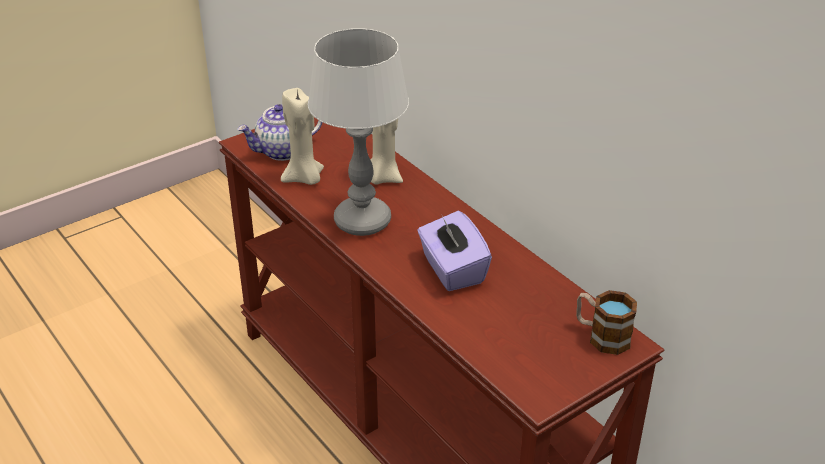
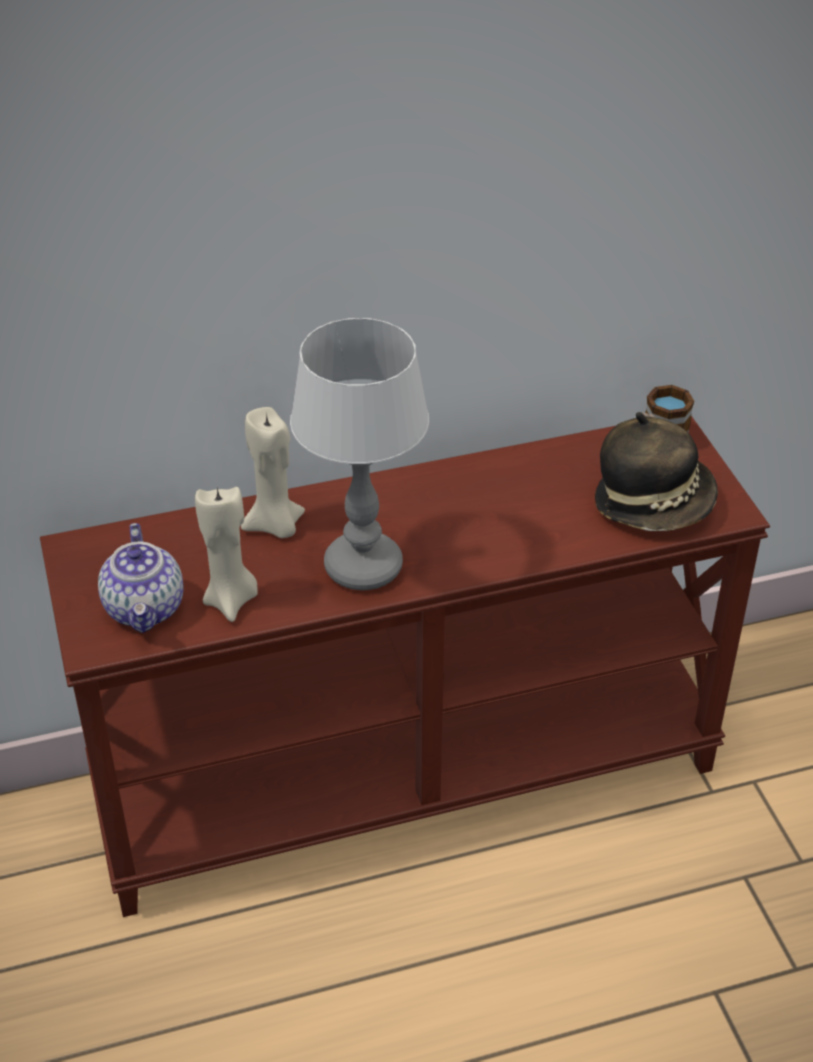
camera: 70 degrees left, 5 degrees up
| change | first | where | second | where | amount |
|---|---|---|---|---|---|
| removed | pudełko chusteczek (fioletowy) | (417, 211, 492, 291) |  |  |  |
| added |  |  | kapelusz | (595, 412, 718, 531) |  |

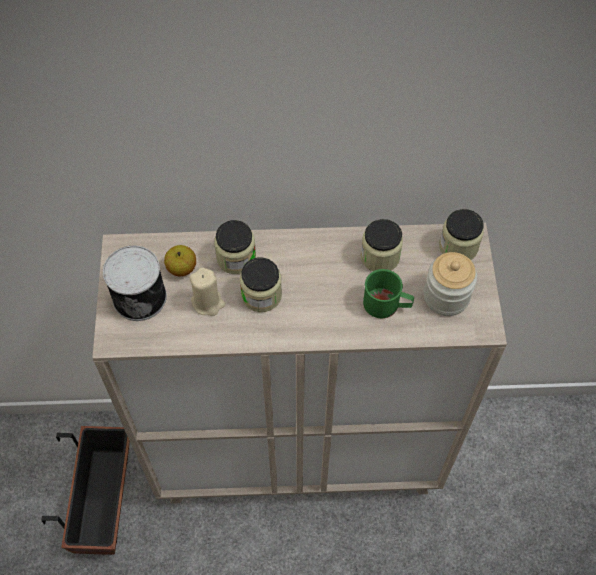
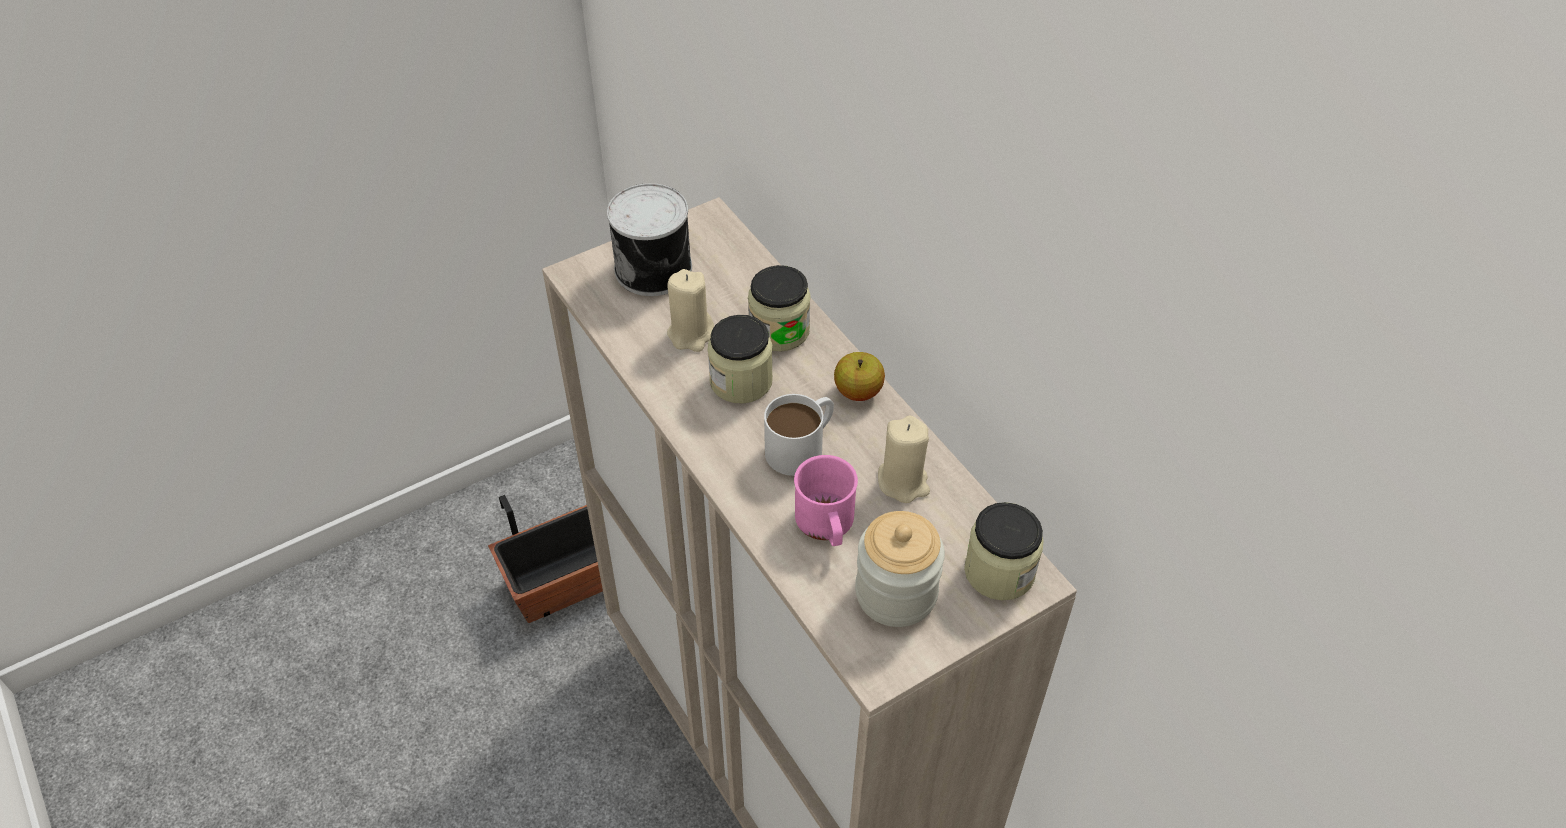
camera: 60 degrees right, 10 degrees down
| change | first | where | second | where | amount |
|---|---|---|---|---|---|
| moved | jabłko | (164, 245, 196, 276) |  | (834, 352, 885, 401) |  |
| replaced | słoik | (360, 219, 403, 271) | świeca (beżowy) | (878, 416, 930, 503) |  |
| recoloured | kubek (zielony) | (363, 269, 414, 318) | kubek (różowy) | (794, 455, 858, 546) |  |
| added |  |  | kubek (biały) | (764, 394, 834, 476) |  |

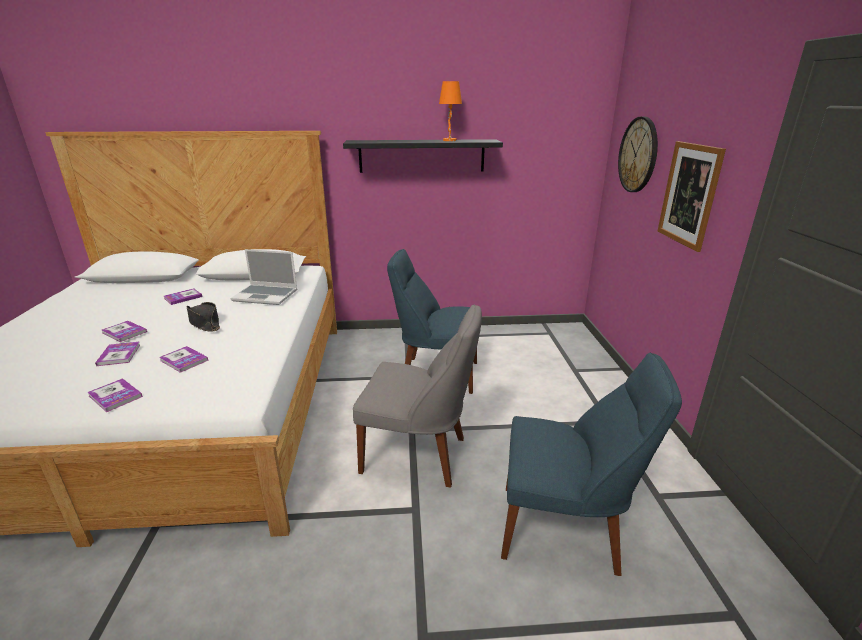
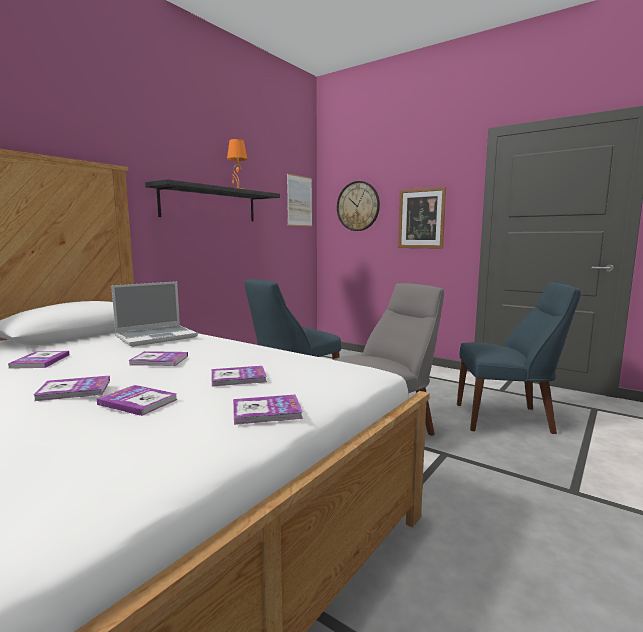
camera: 50 degrees left, 15 degrees down
| change | first | where | second | where | amount |
|---|---|---|---|---|---|
| replaced | kapelusz (czarny) | (186, 302, 220, 332) | książka | (128, 351, 188, 366) |  |
| turned | krzesło (niebieski) | (501, 353, 682, 576) |  | (457, 282, 581, 434) | 45 degrees clockwise |
| added |  |  | obraz | (287, 173, 312, 226) |  |

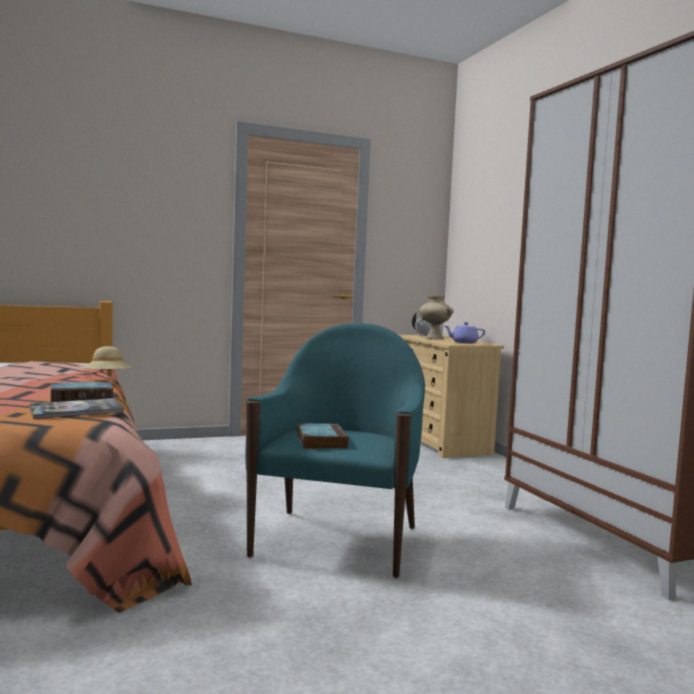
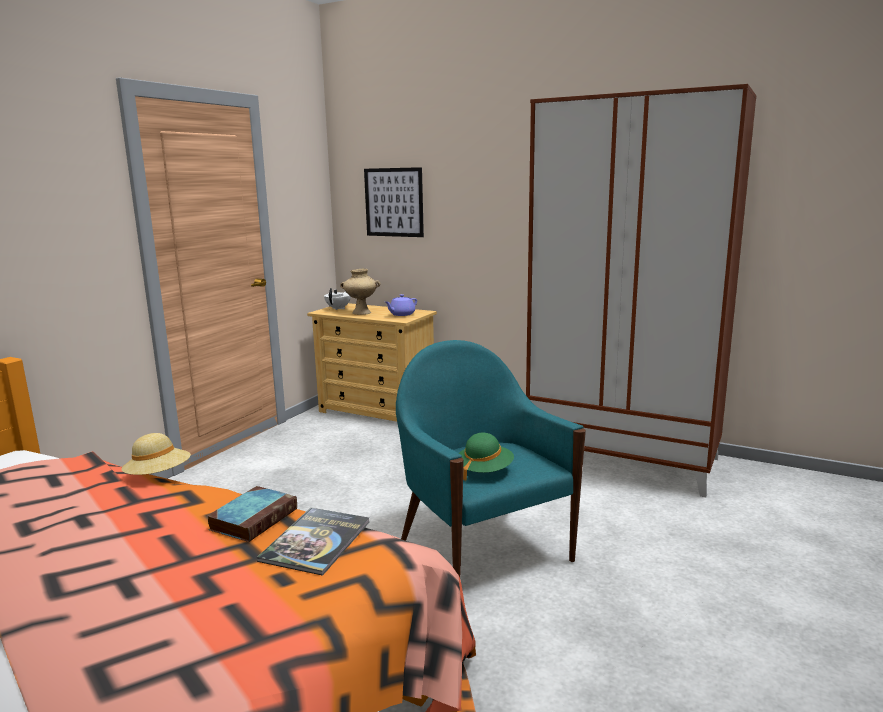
camera: 40 degrees left, 10 degrees up
| change | first | where | second | where | amount |
|---|---|---|---|---|---|
| replaced | książka | (297, 423, 349, 449) | kapelusz (zielony) | (459, 433, 514, 481) |  |
| added |  |  | obraz | (364, 167, 424, 237) |  |

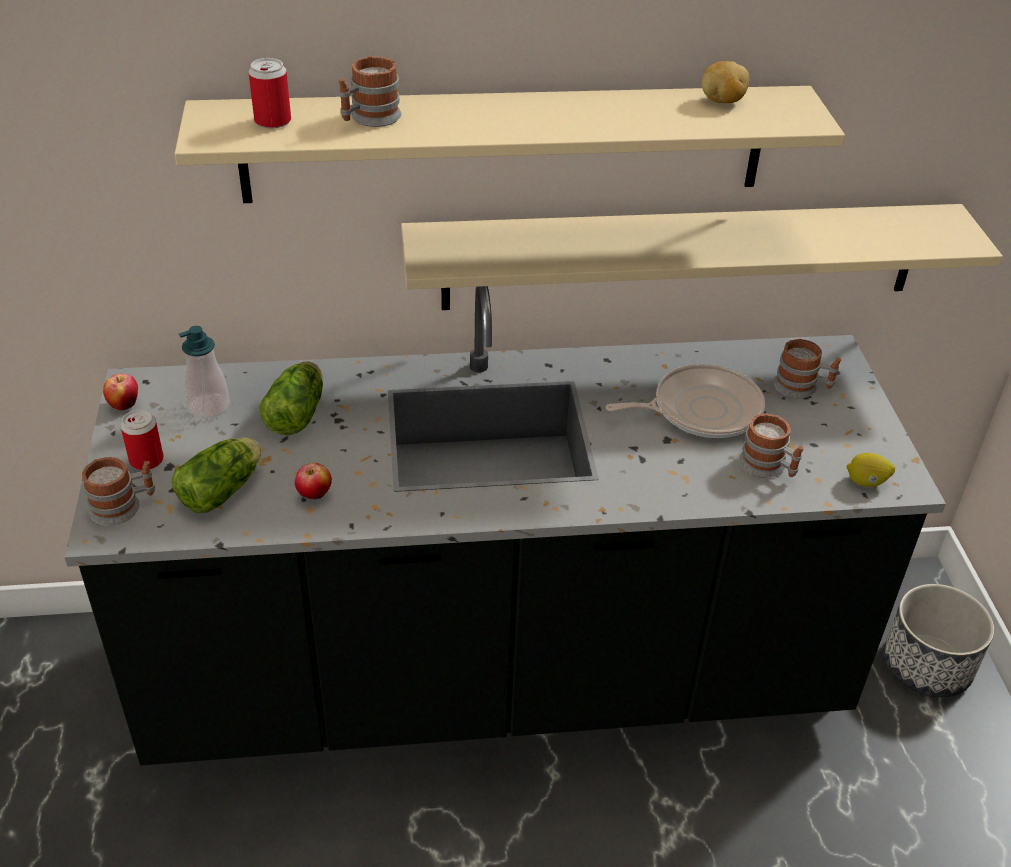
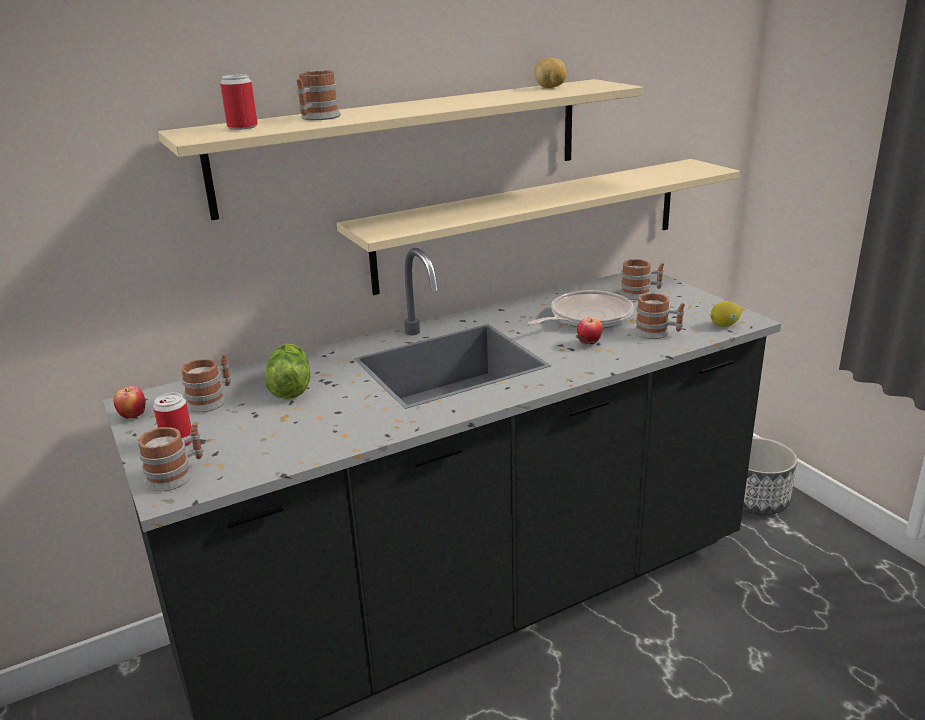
camera: 20 degrees left, 15 degrees down
| change | first | where | second | where | amount |
|---|---|---|---|---|---|
| removed | sałata | (172, 437, 261, 513) |  |  |  |
| replaced | dozownik mydła | (179, 326, 230, 419) | kubek | (181, 354, 231, 412) |  |
| moved | jabłko | (295, 463, 332, 500) |  | (577, 317, 603, 345) |  |

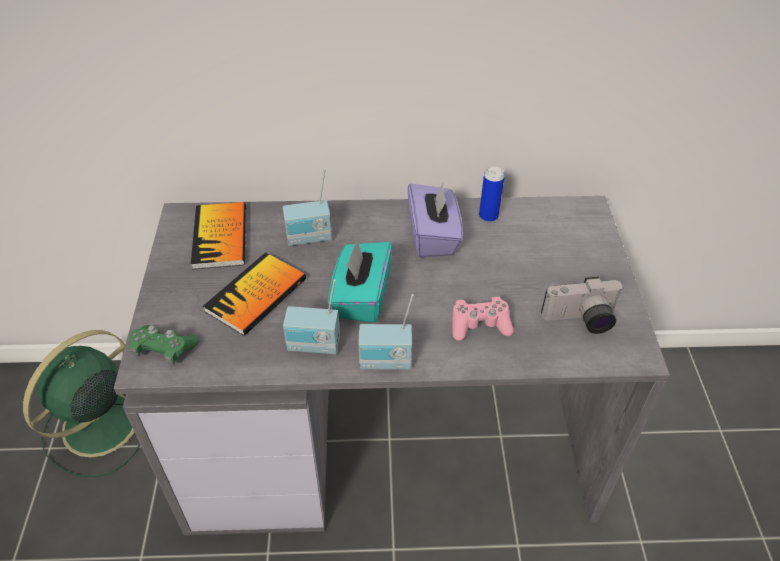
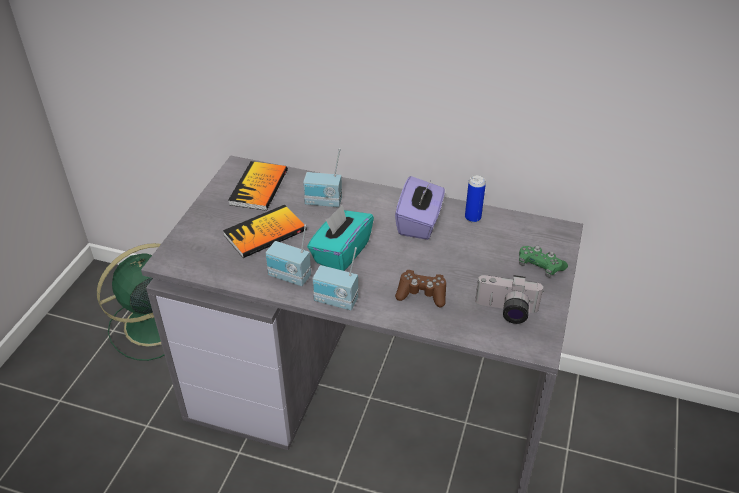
camera: 20 degrees right, 5 degrees down
| change | first | where | second | where | amount |
|---|---|---|---|---|---|
| moved | pad do gier (zielony) | (129, 325, 199, 365) |  | (519, 246, 568, 278) |  |
| recoloured | pad do gier (różowy) | (452, 297, 514, 341) | pad do gier (brązowy) | (395, 270, 446, 307) |  |

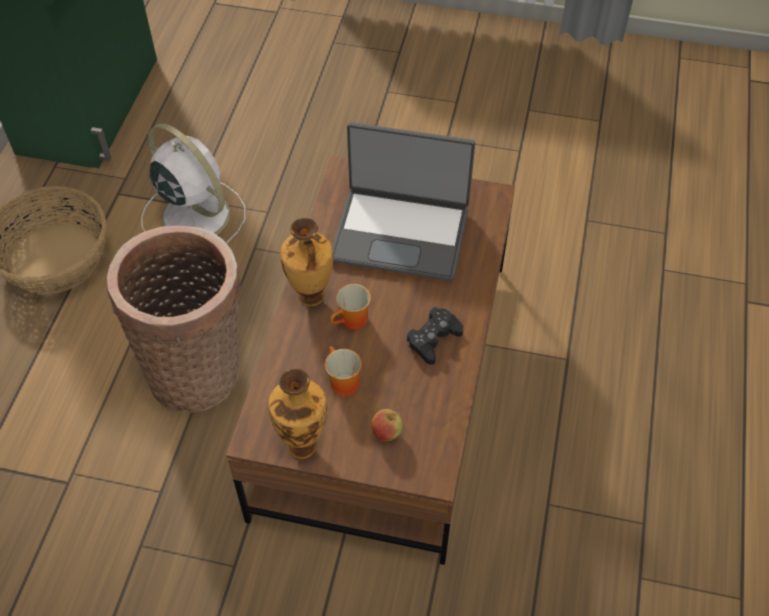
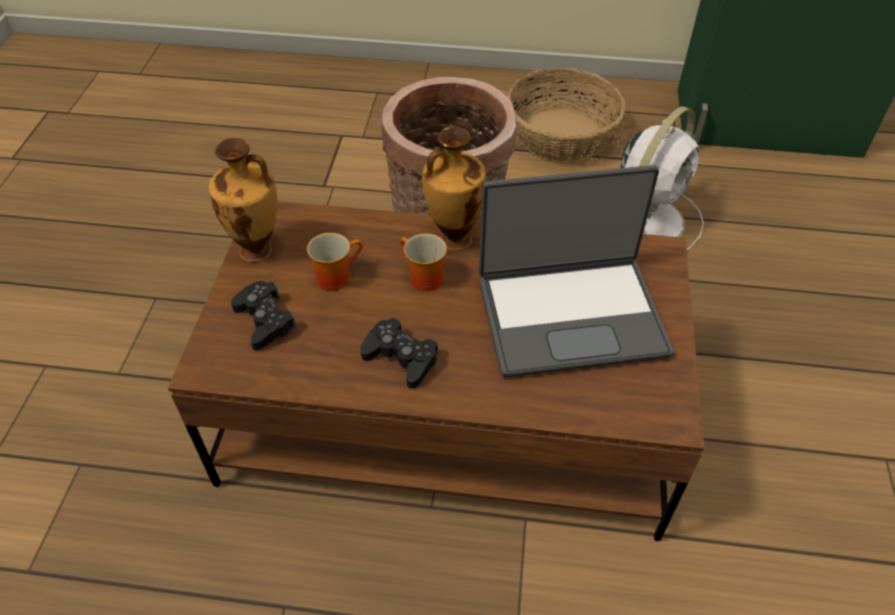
camera: 85 degrees right, 5 degrees down
| change | first | where | second | where | amount |
|---|---|---|---|---|---|
| turned | laptop | (332, 122, 475, 281) |  | (479, 165, 674, 378) | 105 degrees counterclockwise |
| replaced | jabłko | (371, 409, 403, 441) | pad do gier (czarny) | (231, 281, 297, 350) |  |

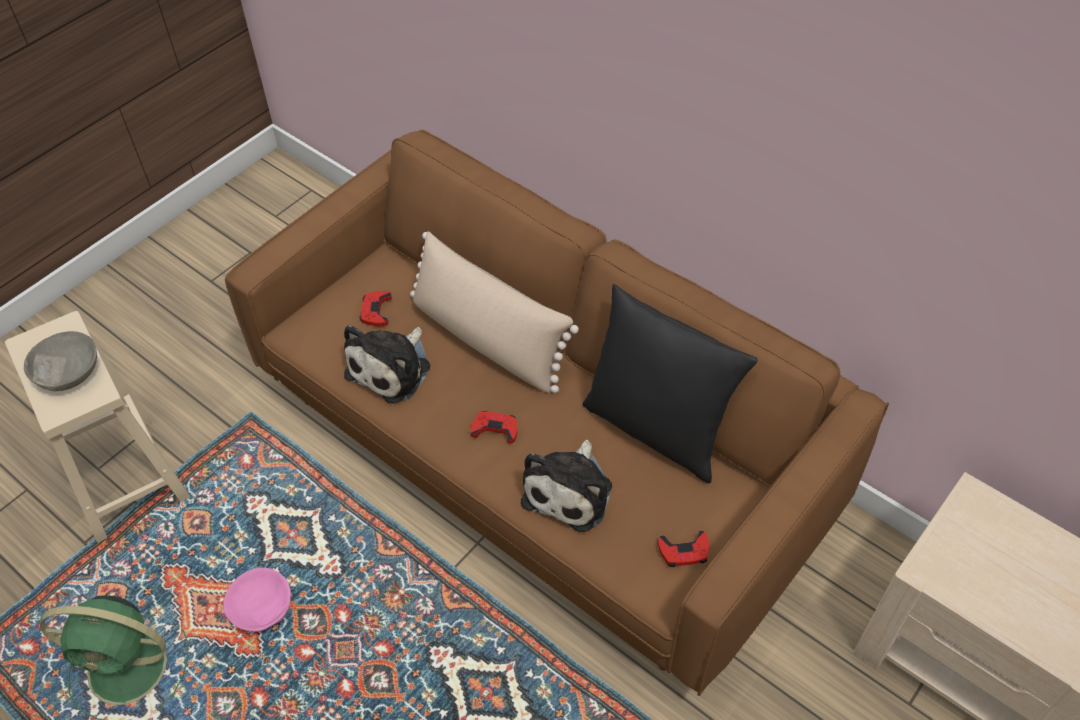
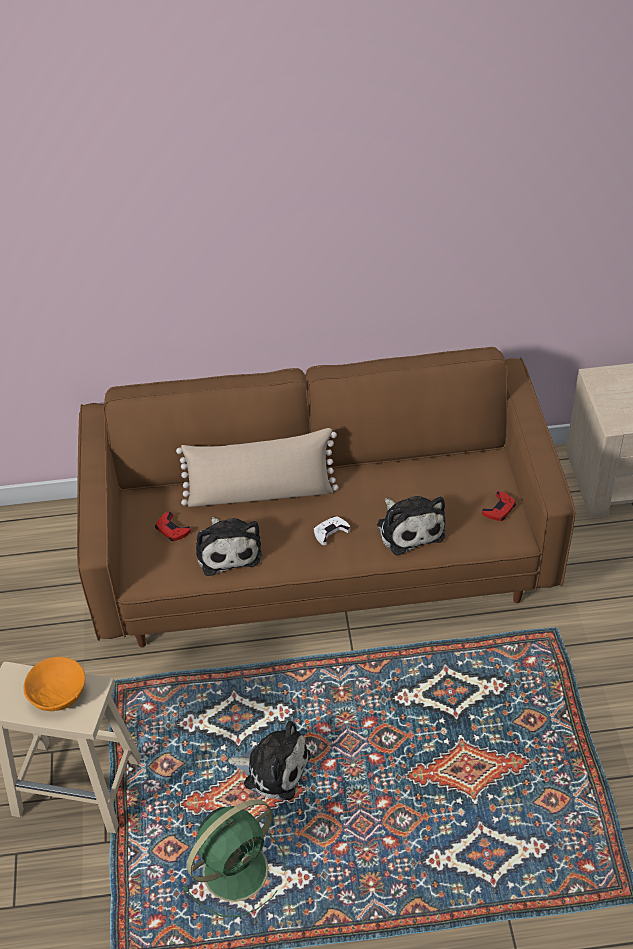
camera: 45 degrees left, 5 degrees down
| change | first | where | second | where | amount |
|---|---|---|---|---|---|
| recoloured | miska (szary) | (24, 331, 97, 391) | miska (pomarańczowy) | (24, 657, 85, 711) |  |
| replaced | miska (różowy) | (223, 568, 291, 632) | pluszak | (227, 720, 311, 800) |  |
| recoloured | pad do gier (czerwony) | (471, 411, 517, 444) | pad do gier (biały) | (313, 516, 350, 545) |  |
| removed | poduszka (czarny) | (582, 284, 758, 483) |  |  |  |

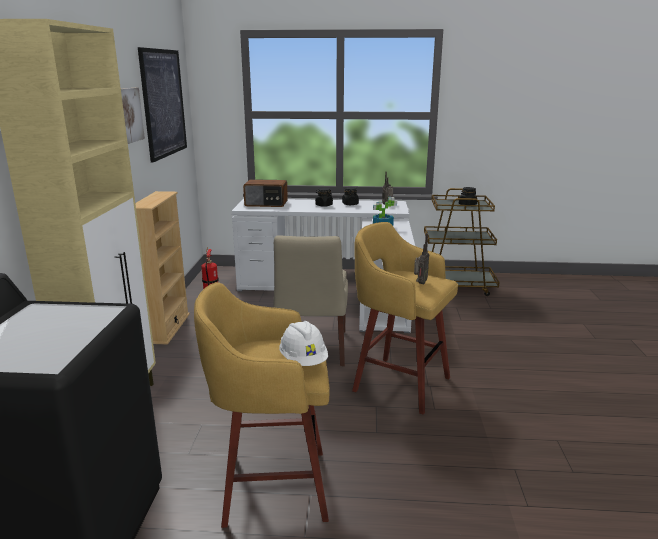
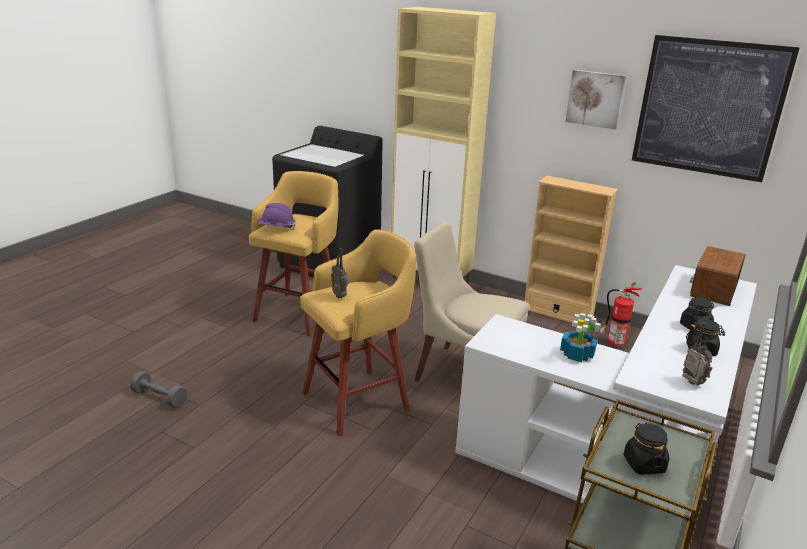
camera: 115 degrees right, 5 degrees up
| change | first | where | second | where | amount |
|---|---|---|---|---|---|
| recoloured | kask (biały) | (279, 321, 328, 366) | kask (fioletowy) | (257, 203, 296, 229) |  |
| added |  |  | hantel (szary) | (130, 371, 187, 408) |  |

